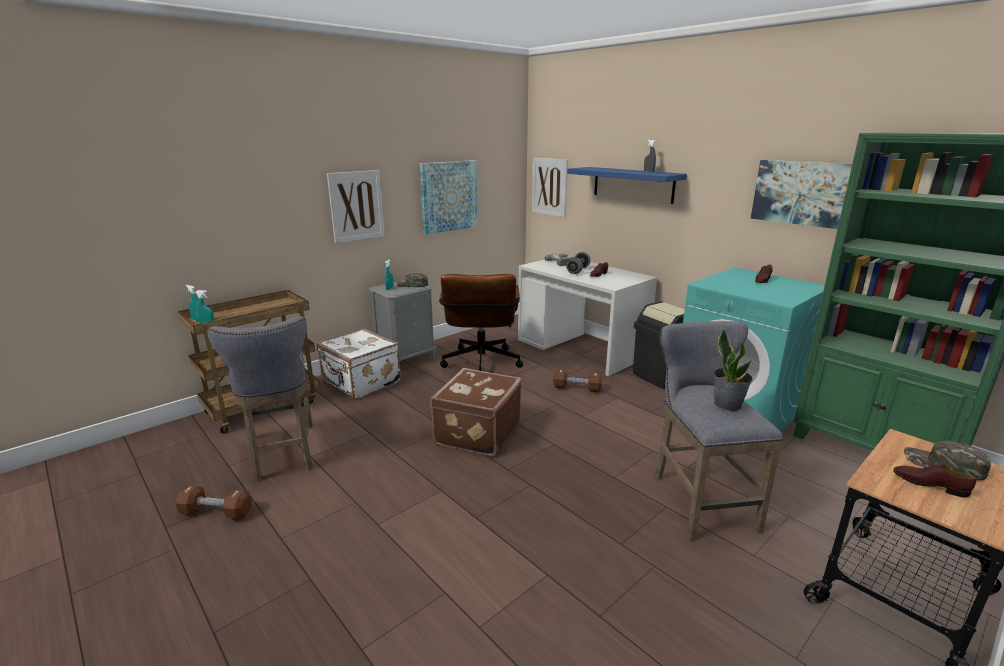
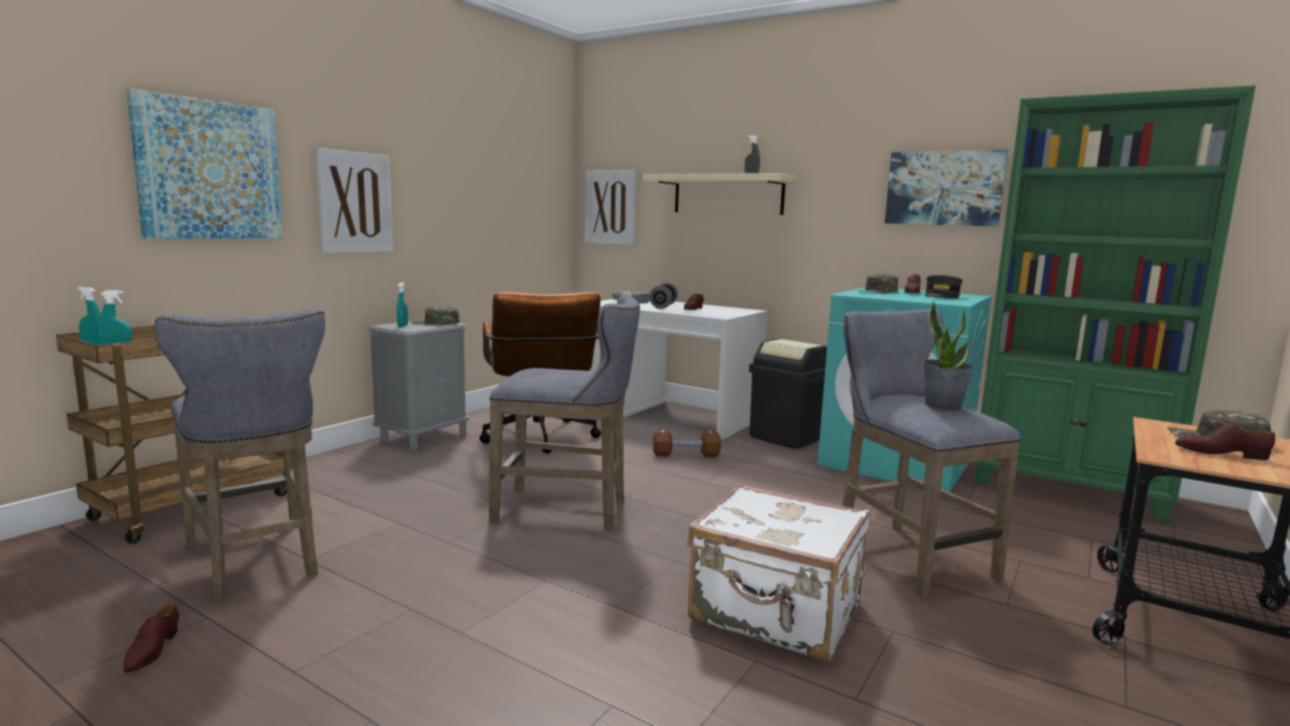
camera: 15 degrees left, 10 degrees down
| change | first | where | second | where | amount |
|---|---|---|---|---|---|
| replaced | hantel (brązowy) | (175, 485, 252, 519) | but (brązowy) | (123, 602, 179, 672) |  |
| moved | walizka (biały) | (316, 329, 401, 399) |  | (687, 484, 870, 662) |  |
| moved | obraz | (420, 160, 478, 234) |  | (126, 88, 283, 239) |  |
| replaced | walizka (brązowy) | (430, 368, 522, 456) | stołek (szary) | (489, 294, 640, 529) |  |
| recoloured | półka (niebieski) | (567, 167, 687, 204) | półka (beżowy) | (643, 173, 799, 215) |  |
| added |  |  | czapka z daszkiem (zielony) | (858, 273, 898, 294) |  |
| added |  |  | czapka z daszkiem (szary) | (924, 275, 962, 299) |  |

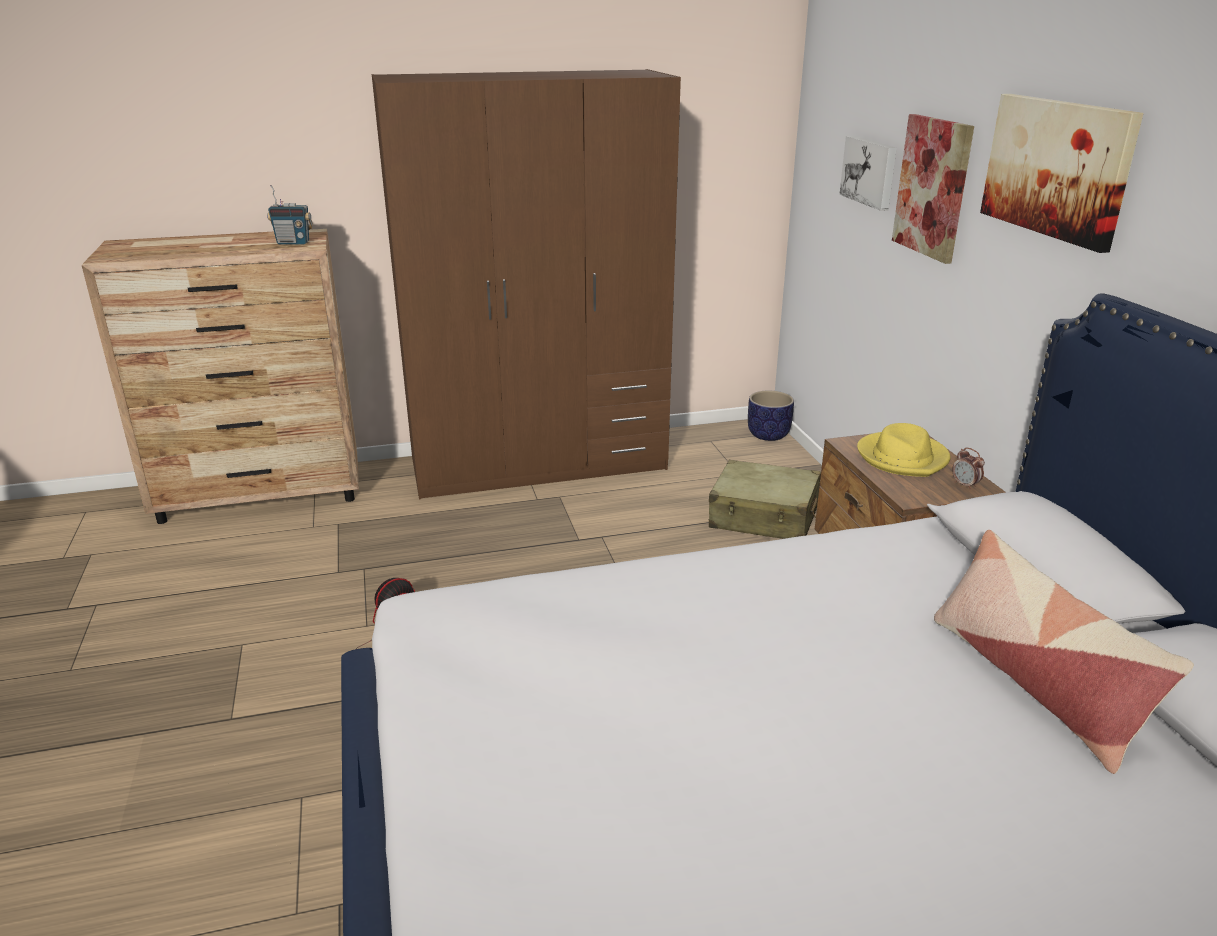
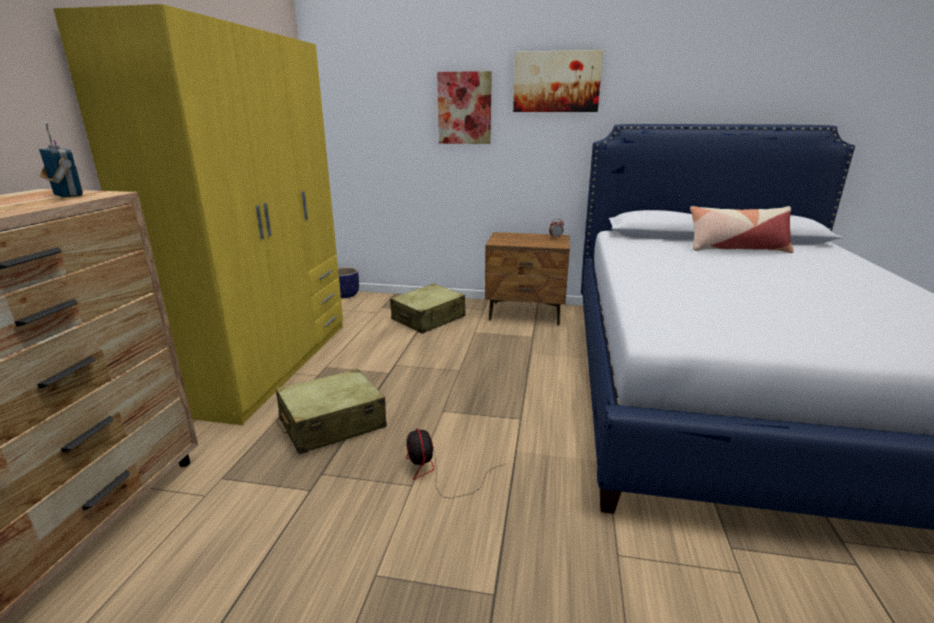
camera: 65 degrees left, 5 degrees down
| change | first | where | second | where | amount |
|---|---|---|---|---|---|
| turned | radio | (267, 185, 313, 244) |  | (39, 122, 83, 198) | 75 degrees counterclockwise |
| recoloured | szafa (brązowy) | (372, 69, 681, 500) | szafa (żółty) | (53, 4, 343, 425) |  |
| removed | obraz | (839, 136, 897, 211) |  |  |  |
| removed | kapelusz (żółty) | (857, 423, 950, 477) |  |  |  |
| added |  |  | walizka (beżowy) | (276, 369, 387, 454) |  |

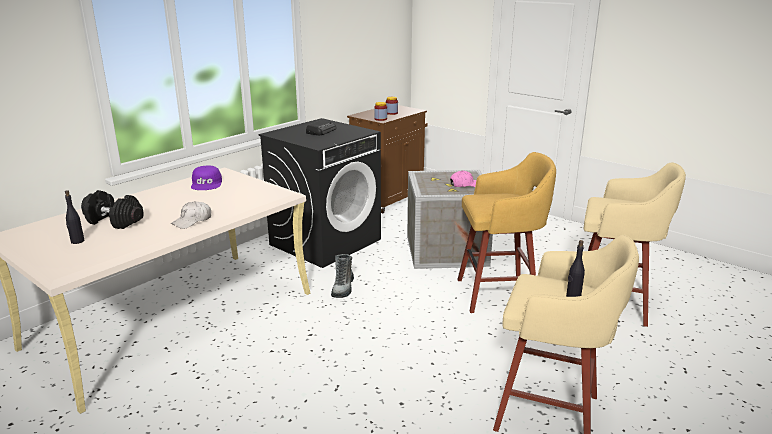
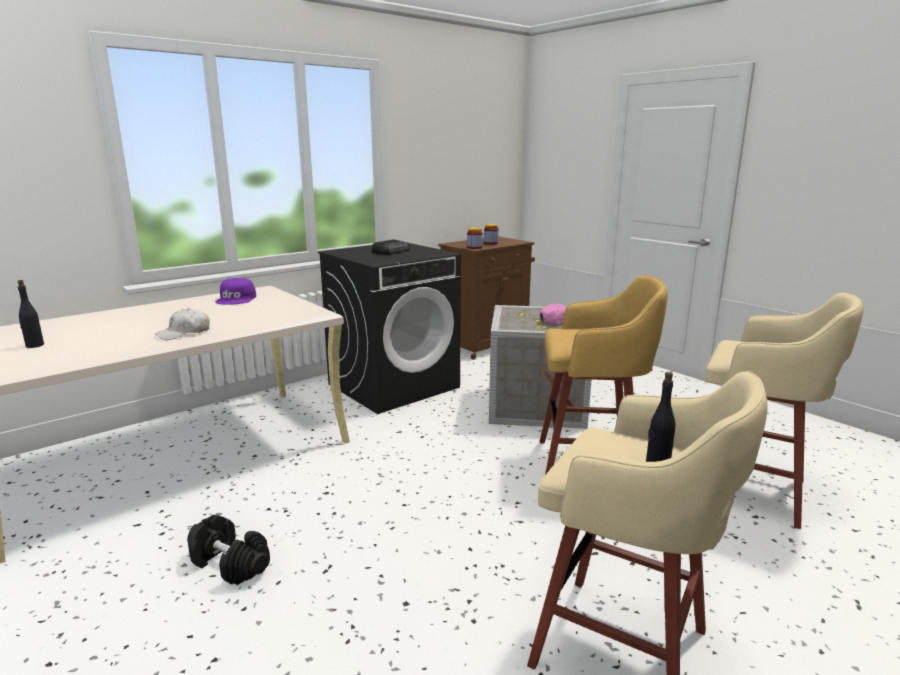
camera: 10 degrees right, 5 degrees down
| change | first | where | second | where | amount |
|---|---|---|---|---|---|
| moved | hantel (czarny) | (81, 190, 144, 229) |  | (187, 515, 270, 585) |  |
| removed | but z cholewką | (331, 254, 354, 298) |  |  |  |

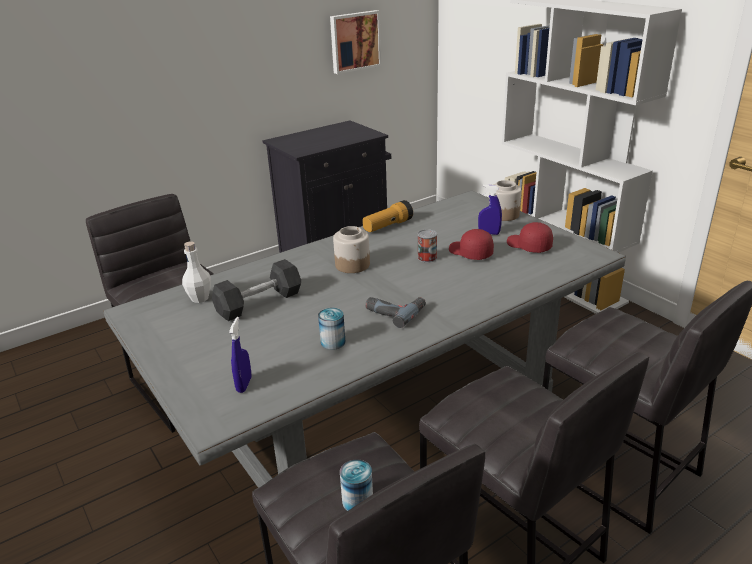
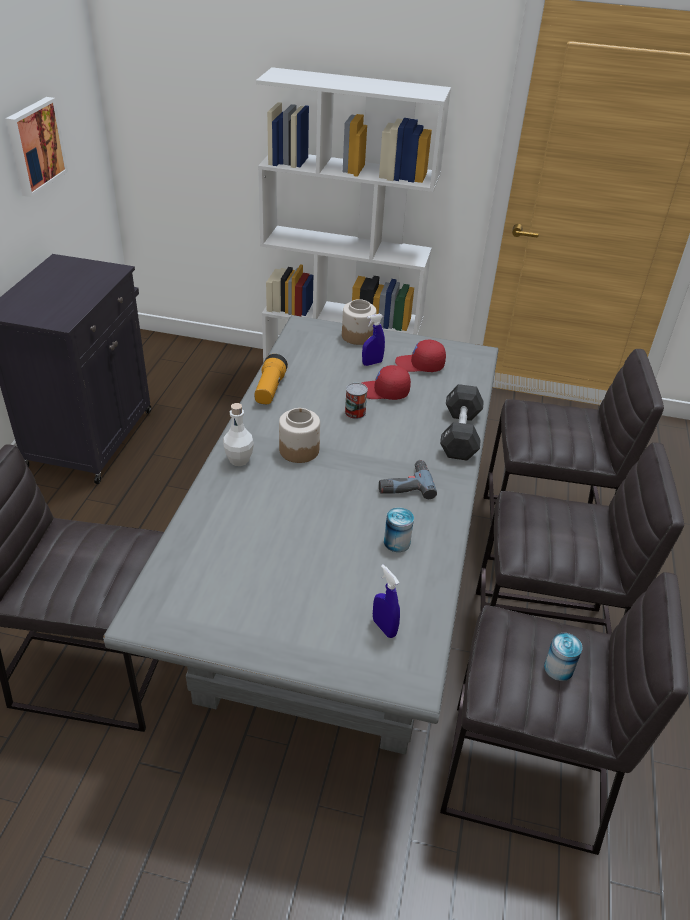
camera: 45 degrees left, 10 degrees up
| change | first | where | second | where | amount |
|---|---|---|---|---|---|
| moved | butelka (biały) | (182, 241, 211, 303) |  | (223, 403, 254, 466) |  |
| moved | hantel (czarny) | (212, 259, 301, 321) |  | (440, 384, 484, 461) |  |

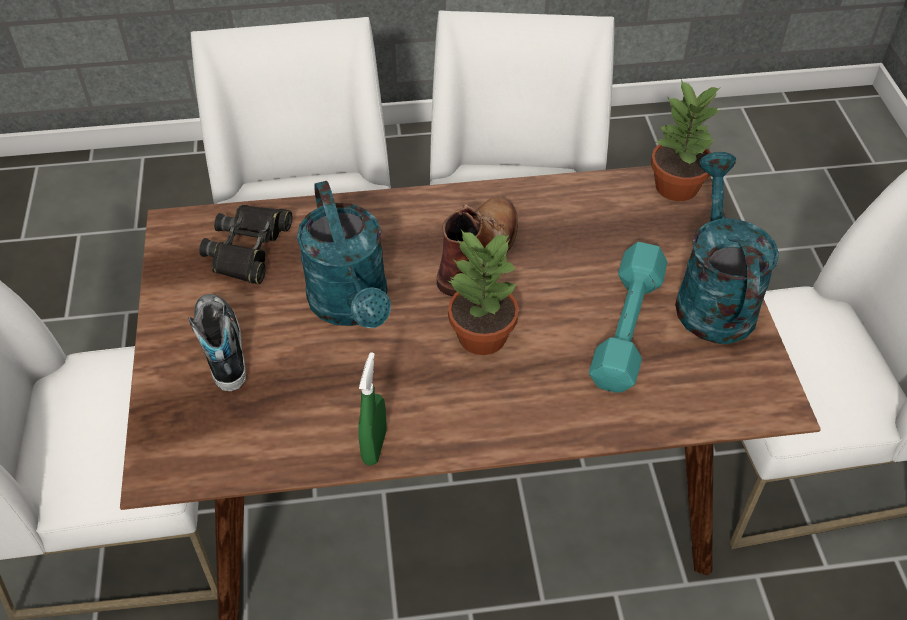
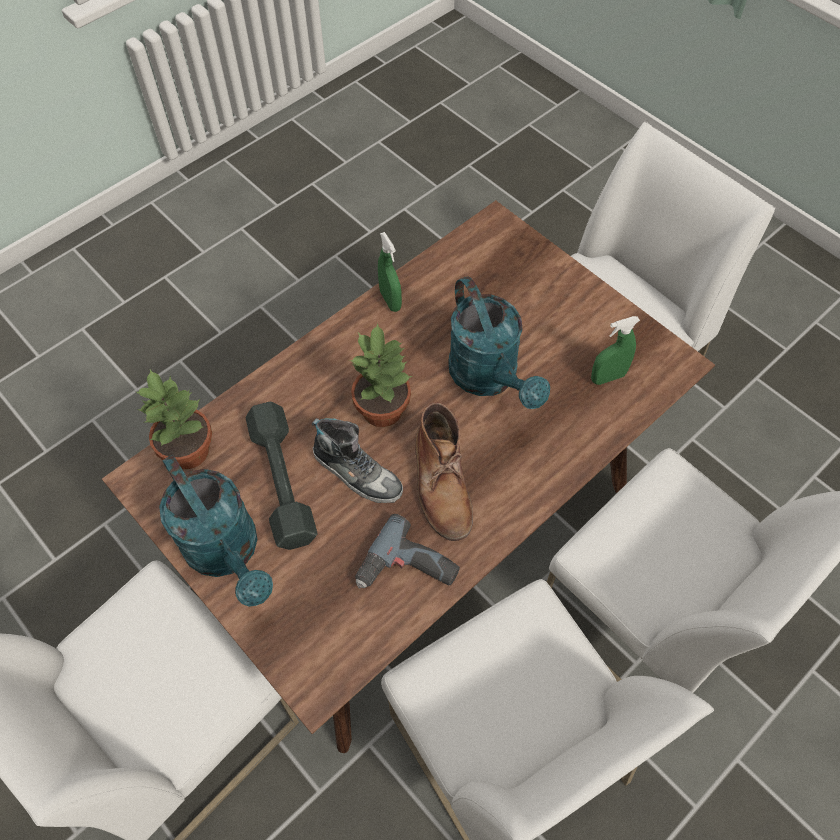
camera: 145 degrees right, 10 degrees up
| change | first | where | second | where | amount |
|---|---|---|---|---|---|
| moved | but | (188, 294, 246, 391) |  | (312, 418, 403, 503) |  |
| replaced | lornetka (czarny) | (199, 205, 292, 284) | spryskiwacz (zielony) | (591, 316, 640, 385) |  |
| turned | konewka (turkusowy) | (297, 181, 391, 328) |  | (448, 276, 550, 409) | 150 degrees counterclockwise |
| recoloured | hantel (turkusowy) | (589, 242, 667, 393) | hantel (szary) | (246, 401, 317, 550) |  |
| moved | roślina doniczkowa | (651, 79, 721, 201) |  | (136, 369, 212, 469) |  |
| added |  |  | wiertarka | (355, 514, 460, 588) |  |

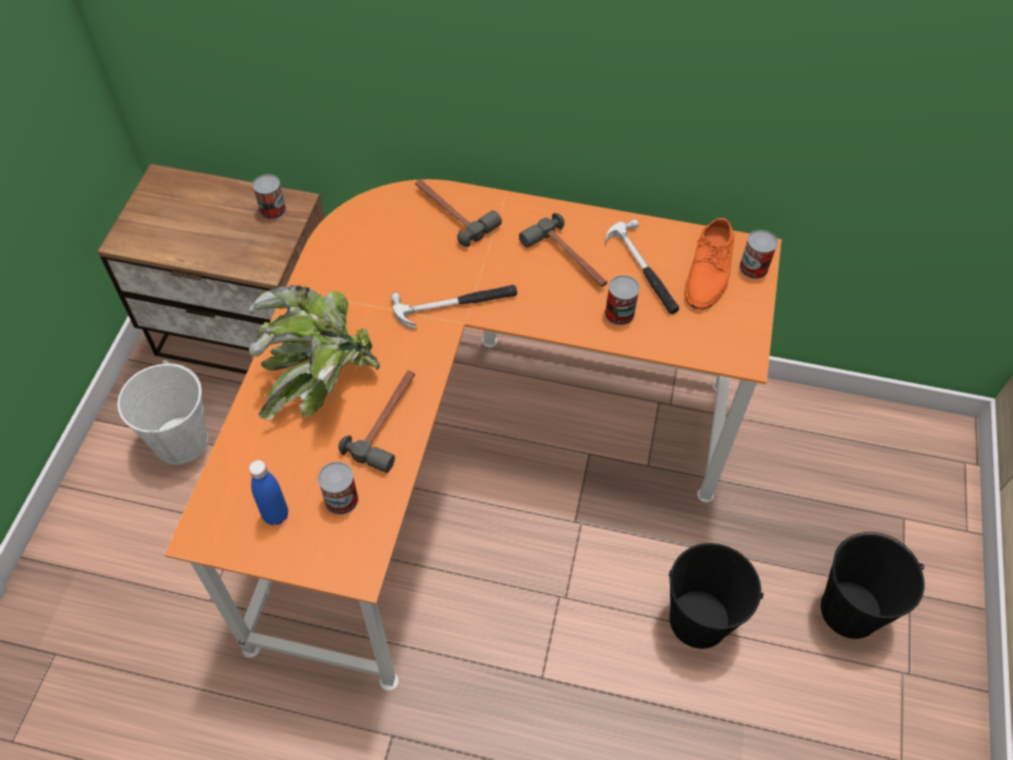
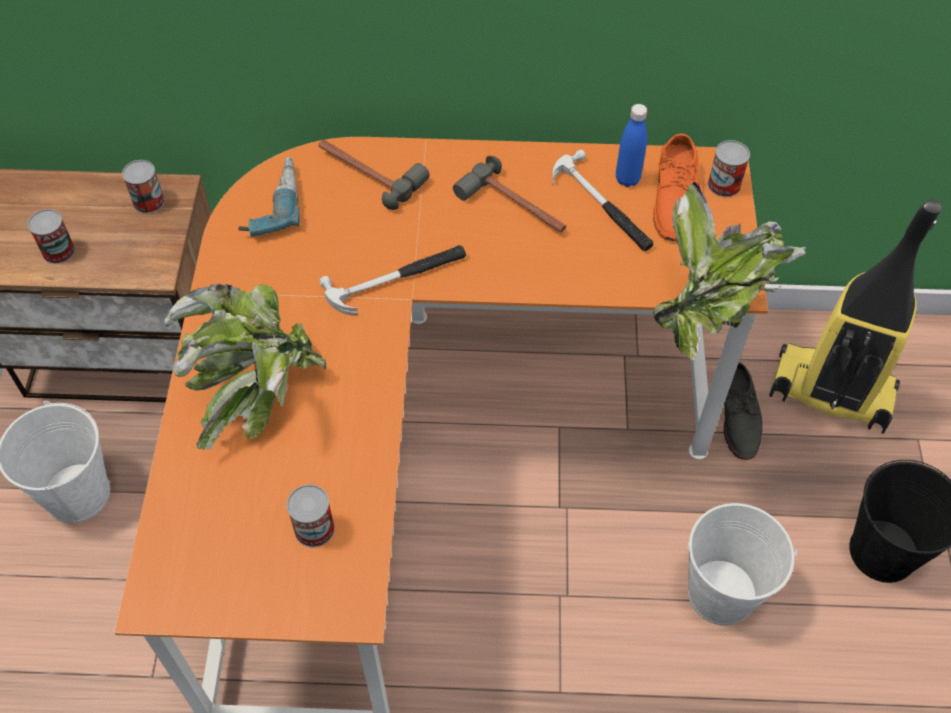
camera: 10 degrees left, 0 degrees up
| change | first | where | second | where | amount |
|---|---|---|---|---|---|
| moved | butelka (niebieski) | (249, 460, 288, 525) |  | (616, 104, 647, 187) |  |
| removed | młotek | (338, 370, 415, 473) |  |  |  |
| moved | puszka | (605, 275, 640, 325) |  | (28, 209, 75, 264) |  |
| recoloured | wiadro (czarny) | (669, 543, 763, 649) | wiadro (biały) | (688, 503, 797, 625) |  |
| added |  |  | wiertarka | (238, 157, 300, 237) |  |
| added |  |  | roślina doniczkowa | (653, 182, 806, 360) |  |
| added |  |  | but (szary) | (723, 362, 763, 460) |  |
| added |  |  | odkurzacz | (770, 199, 941, 434) |  |

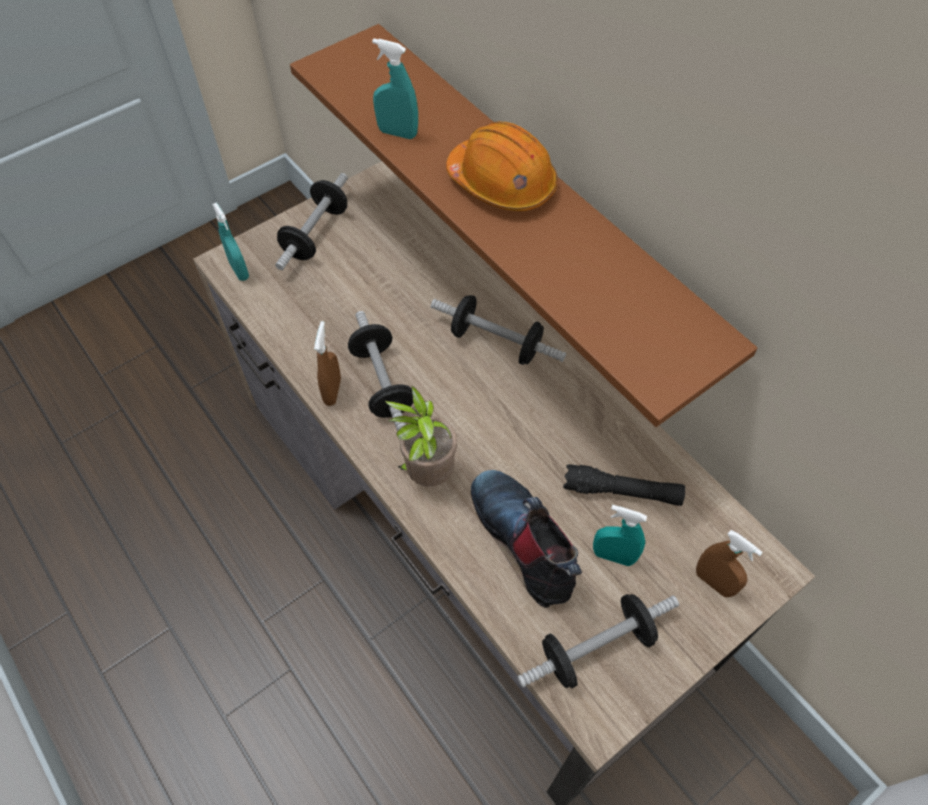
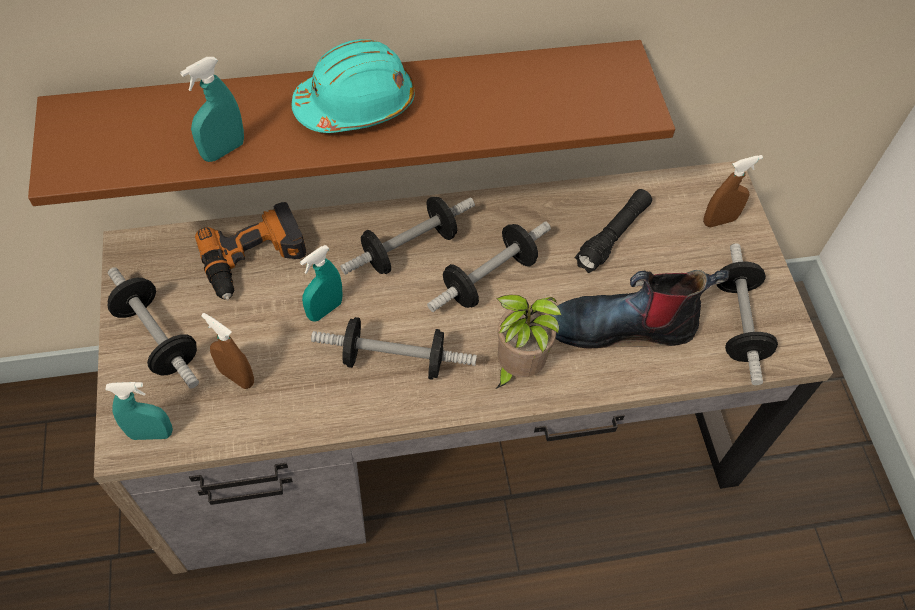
camera: 65 degrees left, 0 degrees up
| change | first | where | second | where | amount |
|---|---|---|---|---|---|
| moved | spryskiwacz (brązowy) | (314, 321, 341, 406) |  | (201, 313, 254, 389) |  |
| recoloured | kask (pomarańczowy) | (446, 122, 558, 211) | kask (turkusowy) | (292, 39, 415, 133) |  |
| moved | spryskiwacz (turkusowy) | (593, 505, 647, 566) |  | (300, 245, 342, 322) |  |
| added |  |  | wiertarka | (195, 202, 306, 301) |  |
| added |  |  | hantel | (427, 221, 551, 312) |  |

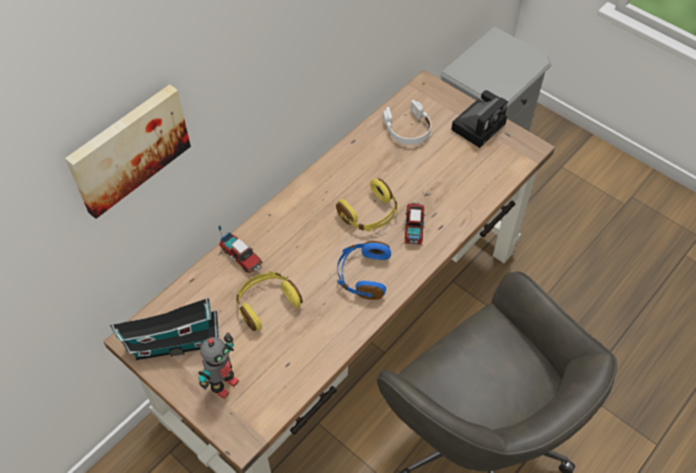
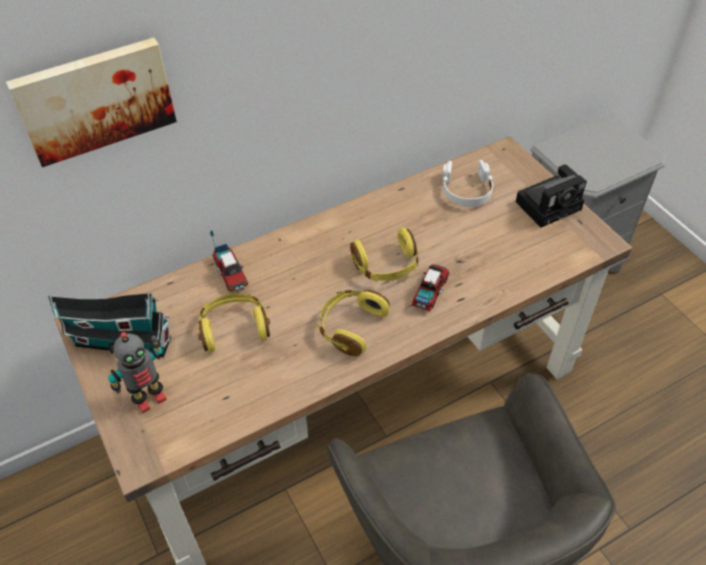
camera: 20 degrees right, 5 degrees down
| change | first | where | second | where | amount |
|---|---|---|---|---|---|
| recoloured | słuchawki (niebieski) | (337, 241, 391, 300) | słuchawki (żółty) | (317, 290, 390, 357) |  |

